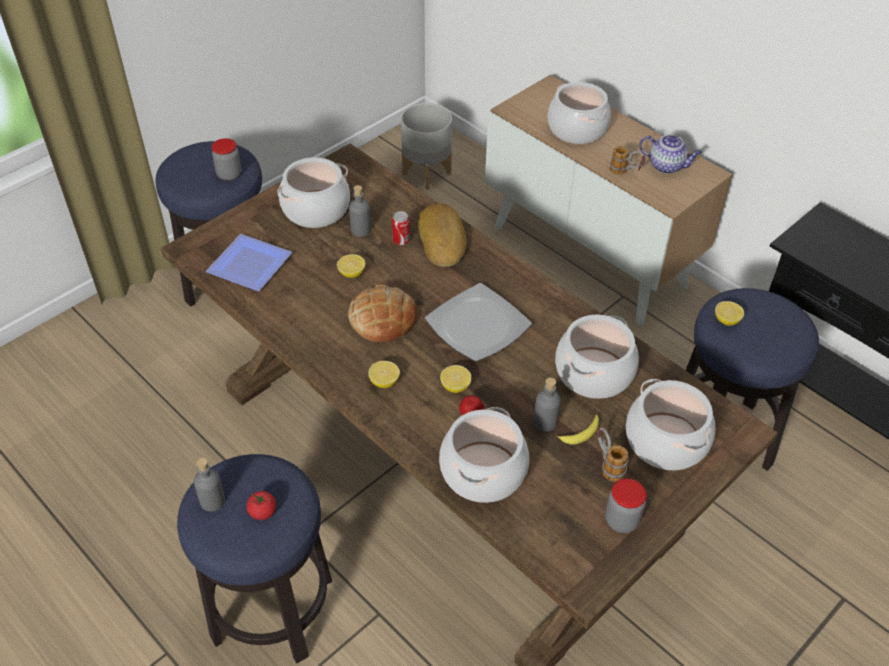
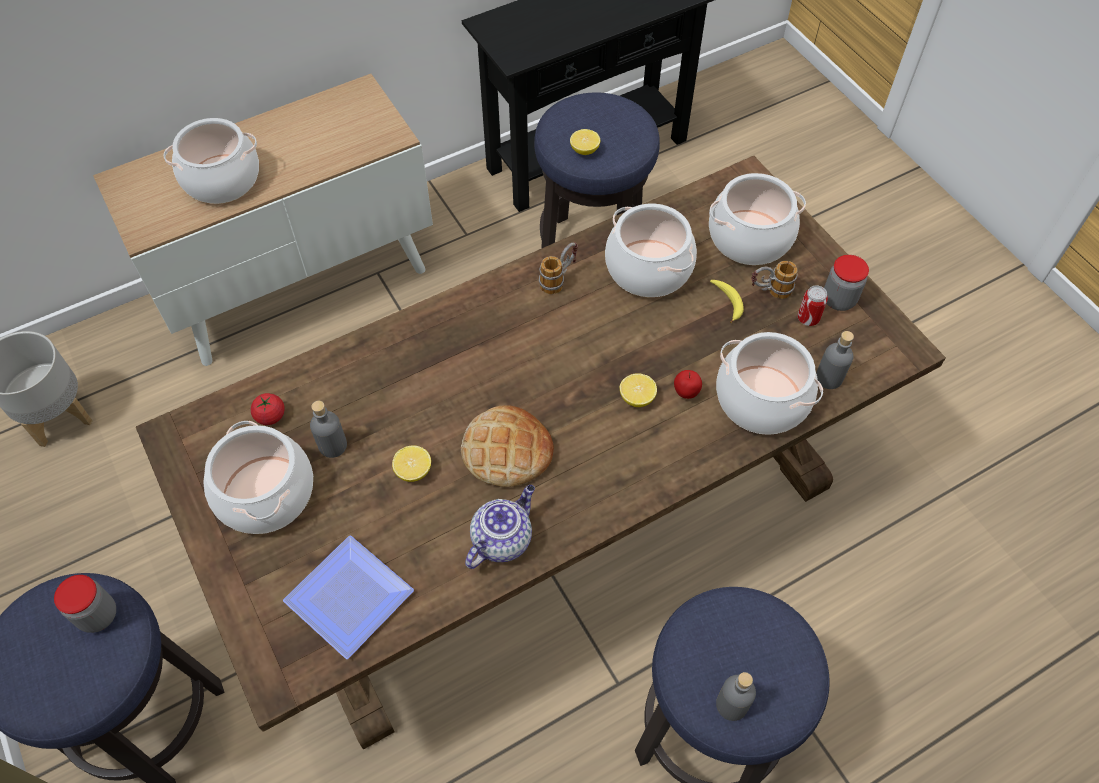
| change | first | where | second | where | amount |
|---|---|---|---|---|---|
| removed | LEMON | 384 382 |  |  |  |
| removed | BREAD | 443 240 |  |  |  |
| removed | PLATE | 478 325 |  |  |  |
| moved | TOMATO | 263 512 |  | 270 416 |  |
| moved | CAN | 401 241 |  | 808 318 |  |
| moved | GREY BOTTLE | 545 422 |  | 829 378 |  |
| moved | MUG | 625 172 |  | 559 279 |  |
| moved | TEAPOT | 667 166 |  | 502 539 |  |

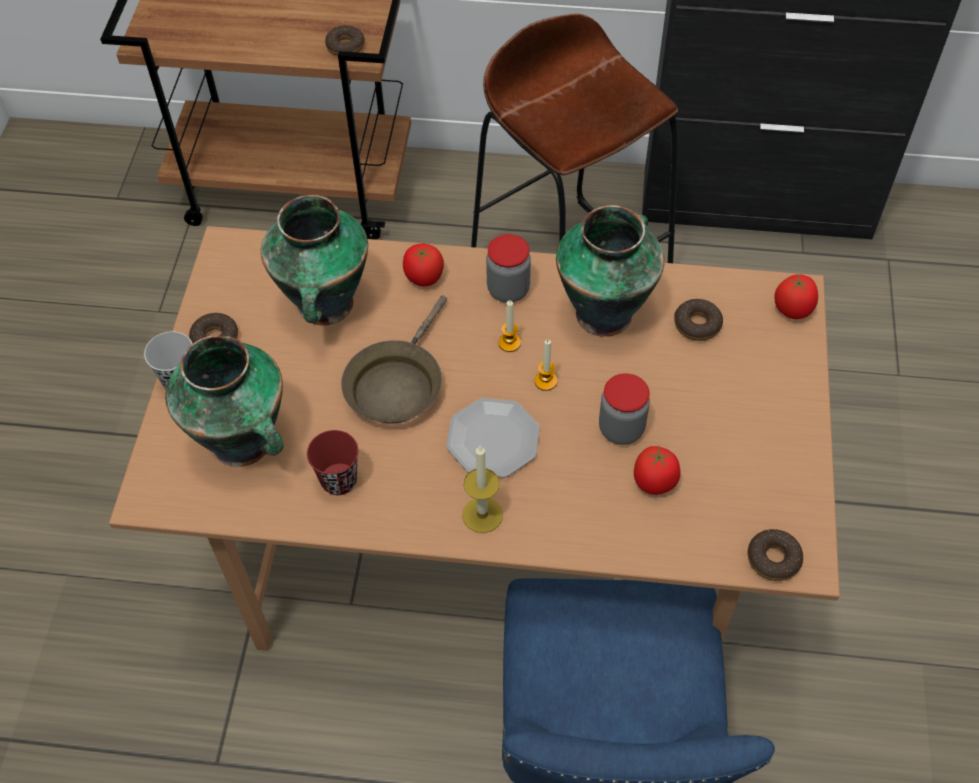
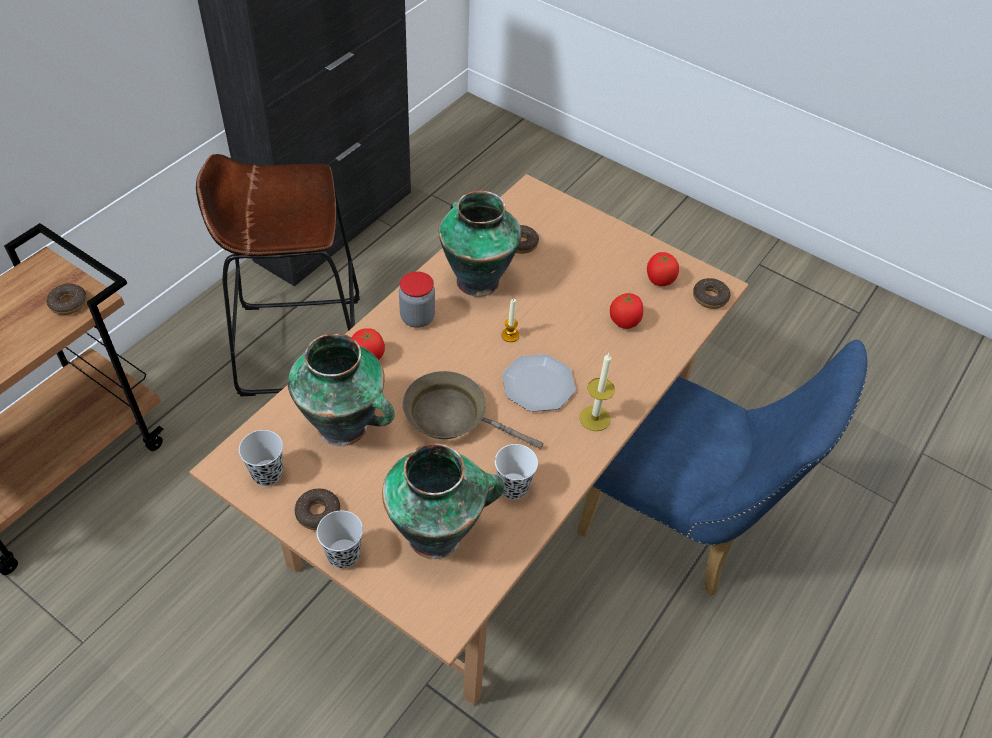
| change | first | where | second | where | amount |
|---|---|---|---|---|---|
| removed | CANDLE | 509 343 |  |  |  |
| removed | JAR | 621 429 |  |  |  |
| added |  |  | BLACK CUP | 267 474 |  |
| moved | TOMATO | 793 309 |  | 659 280 |  |
| recoloured | RED CUP | 339 480 | WHITE CUP | 513 487 |  |
| turned | BROWN FRYING PAN | 396 384 |  | 452 416 | 150 degrees clockwise |

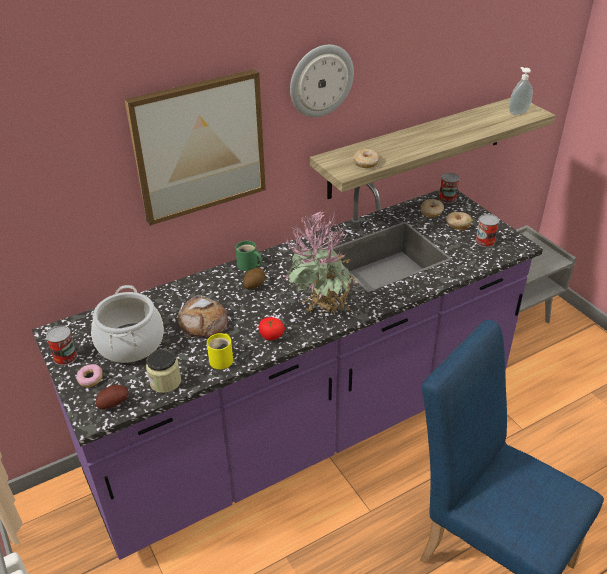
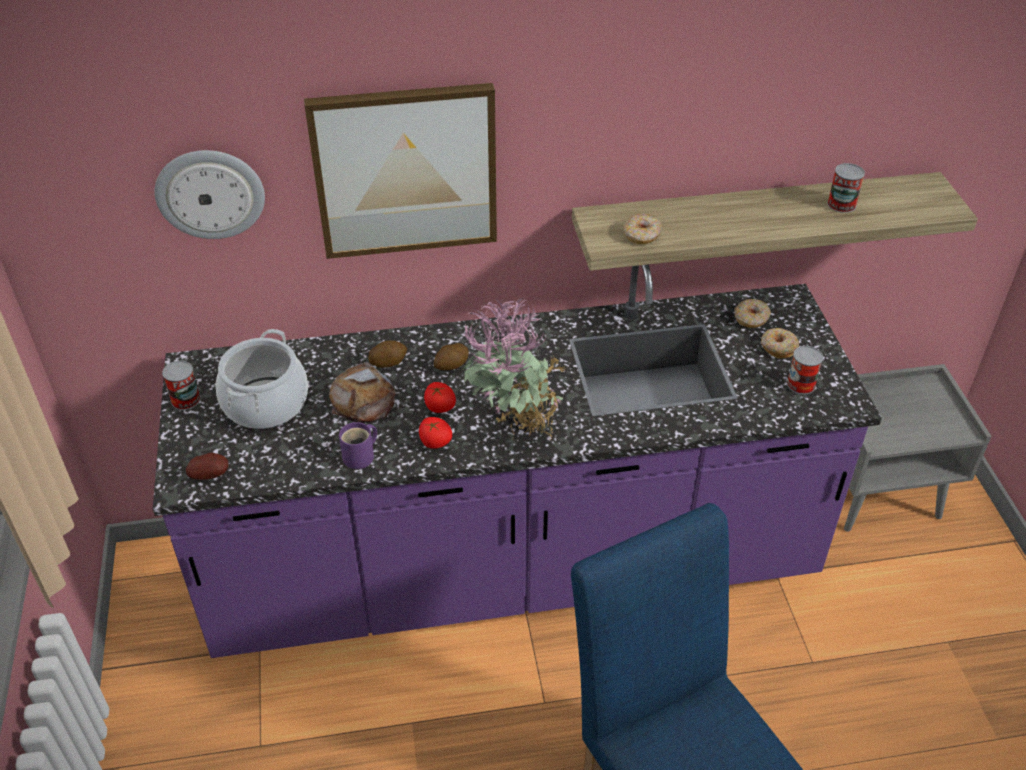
| change | first | where | second | where | amount |
|---|---|---|---|---|---|
| removed | DONUT | 91 379 |  |  |  |
| removed | JAR | 165 382 |  |  |  |
| removed | GREEN MUG | 248 266 |  |  |  |
| removed | SOAP DISPENSER | 517 112 |  |  |  |
| added |  |  | POTATO | 388 362 |  |
| added |  |  | TOMATO | 439 407 |  |
| moved | WALL CLOCK | 320 80 |  | 210 193 |  |
| moved | CAN | 447 198 |  | 841 204 |  |
| recoloured | YELLOW MUG | 223 359 | PURPLE MUG | 361 456 |  |

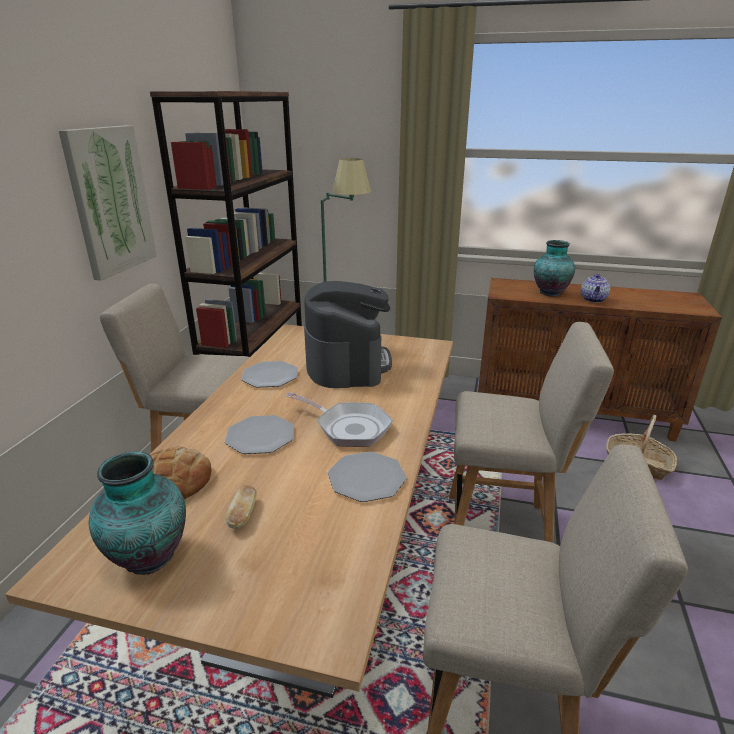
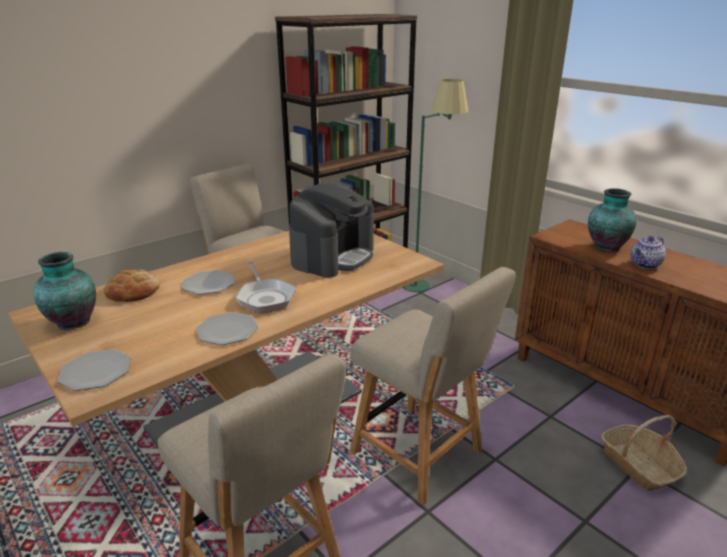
| change | first | where | second | where | amount |
|---|---|---|---|---|---|
| removed | PICTURE | 110 201 |  |  |  |
| removed | BREAD | 243 515 |  |  |  |
| moved | PLATE | 270 376 |  | 95 371 |  |

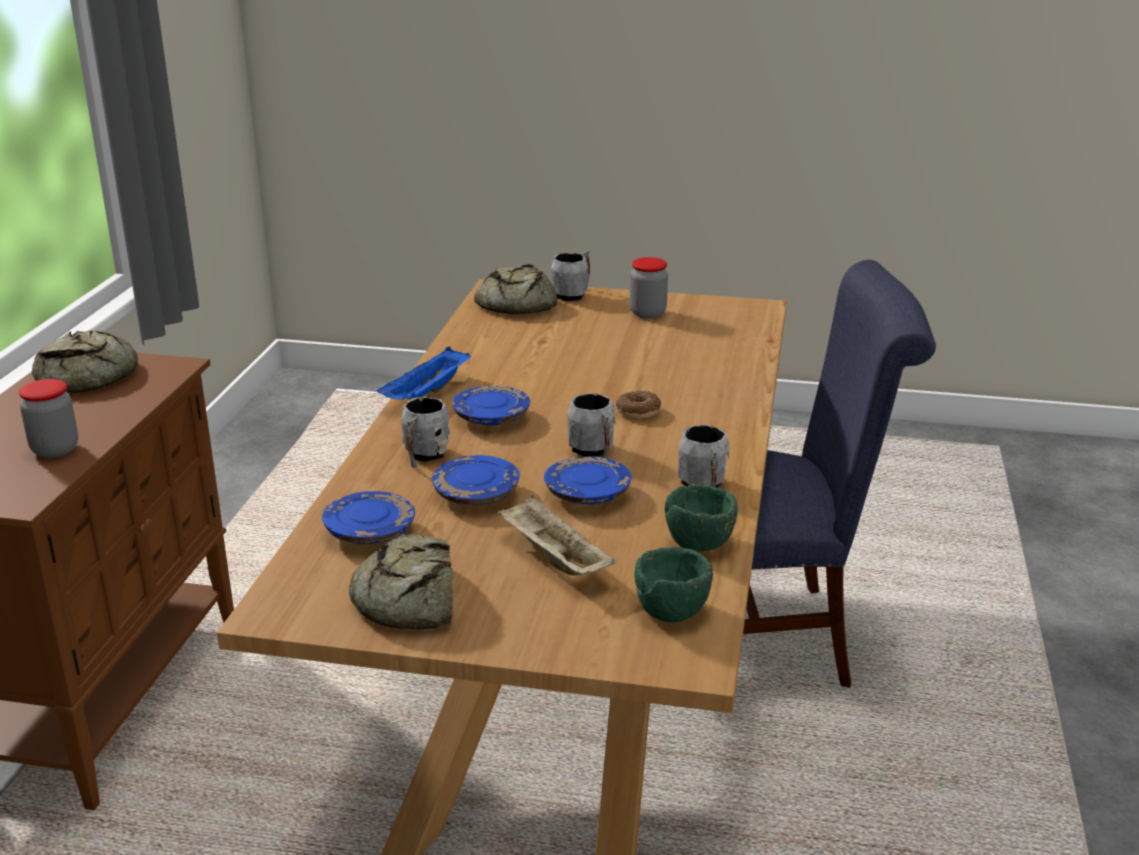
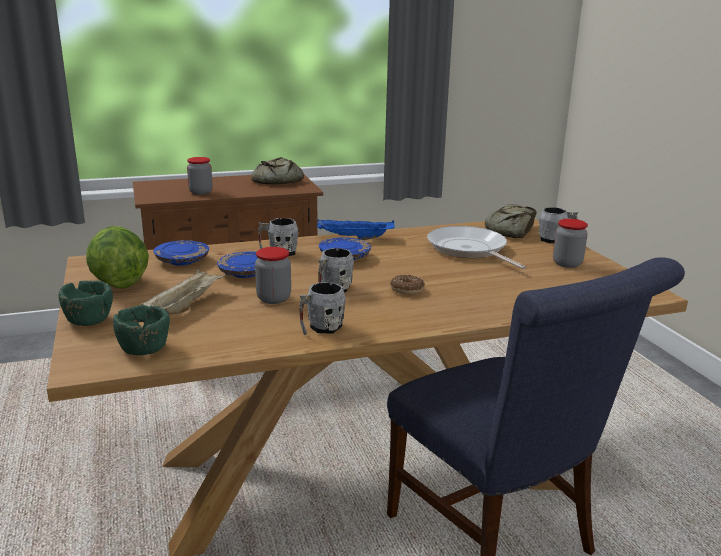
| change | first | where | second | where | amount |
|---|---|---|---|---|---|
| added |  |  | FRYING PAN | 469 250 |  |
| moved | GREEN BOWL | 700 542 |  | 89 321 |  |
| replaced | BREAD | 408 598 | LETTUCE | 118 283 |  |
| replaced | BLUE PLATE | 587 494 | JAR | 274 298 |  |

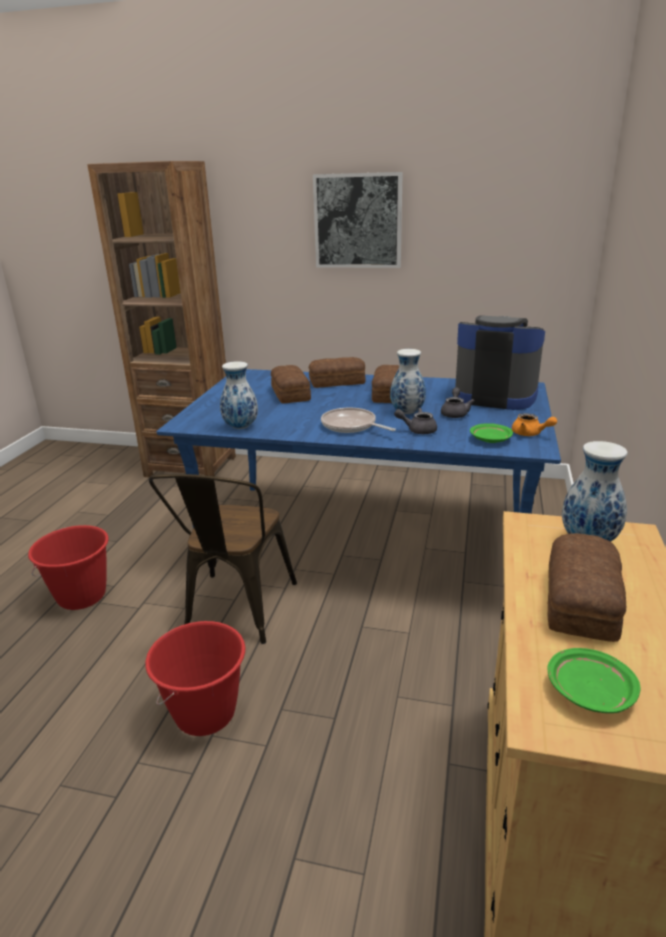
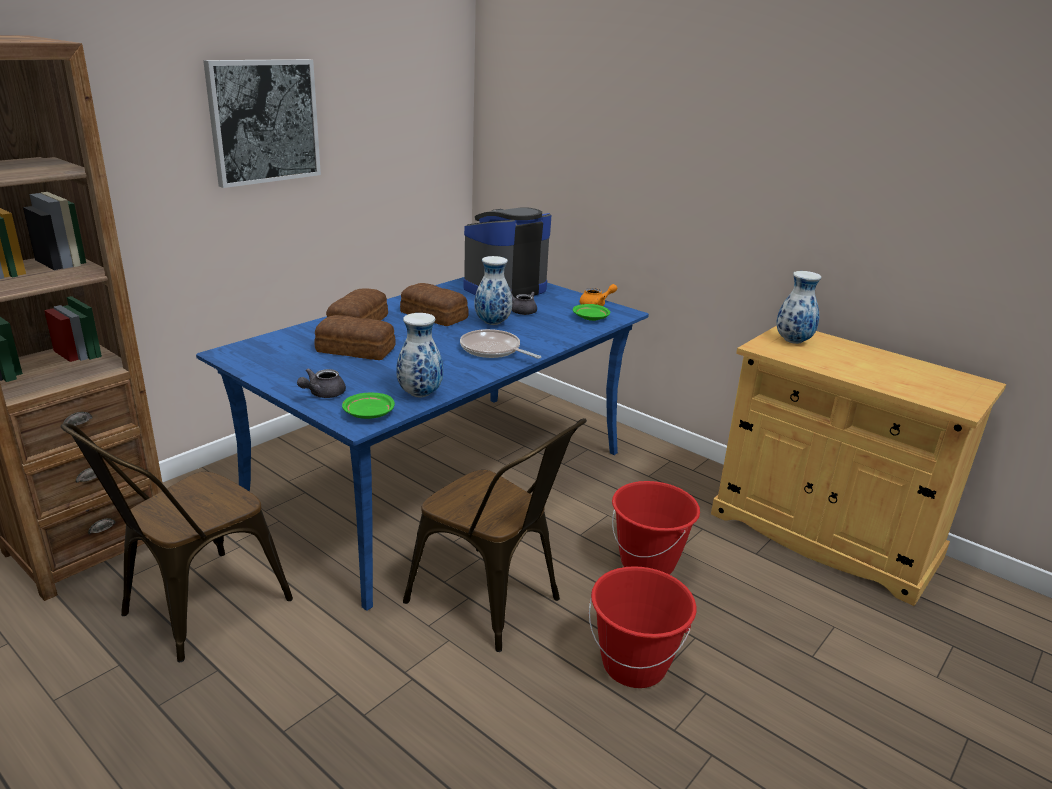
| change | first | where | second | where | amount |
|---|---|---|---|---|---|
| removed | BREAD | 583 600 |  |  |  |
| added |  |  | BROWN CHAIR | 194 611 |  |
| moved | RED BUCKET | 82 596 |  | 647 563 |  |
| moved | GREY TEAPOT | 417 430 |  | 322 394 |  |
| moved | GREEN PLATE | 588 691 |  | 368 414 |  |
| turned | FRYING PAN | 351 426 |  | 493 350 | 60 degrees clockwise |

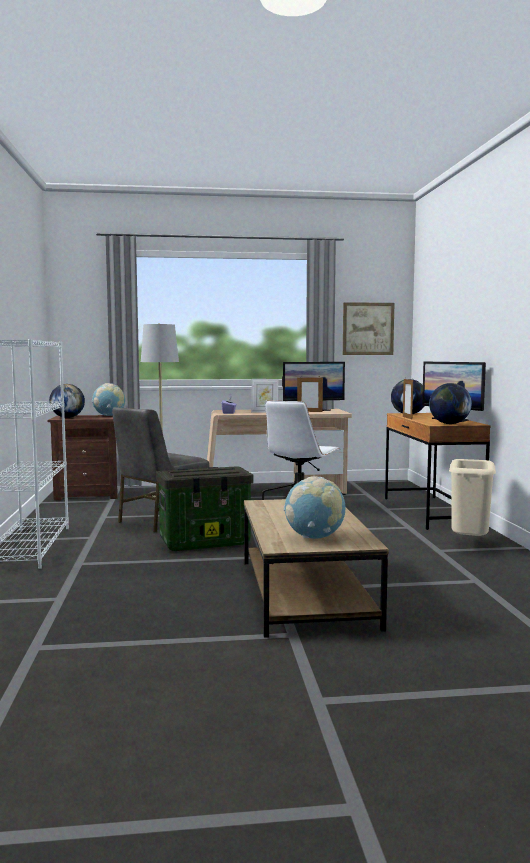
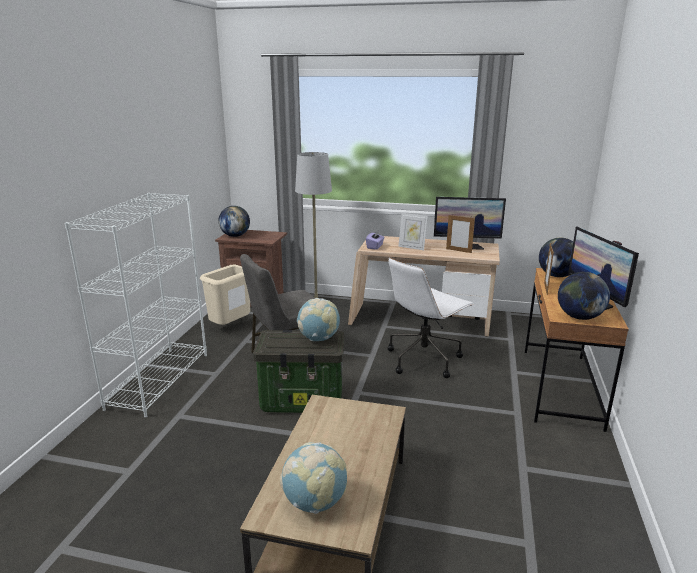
| change | first | where | second | where | amount |
|---|---|---|---|---|---|
| removed | PICTURE | 368 329 |  |  |  |
| moved | GLOBE | 109 416 |  | 318 339 |  |
| moved | BEIGE TRASH CAN | 470 544 |  | 230 327 |  |

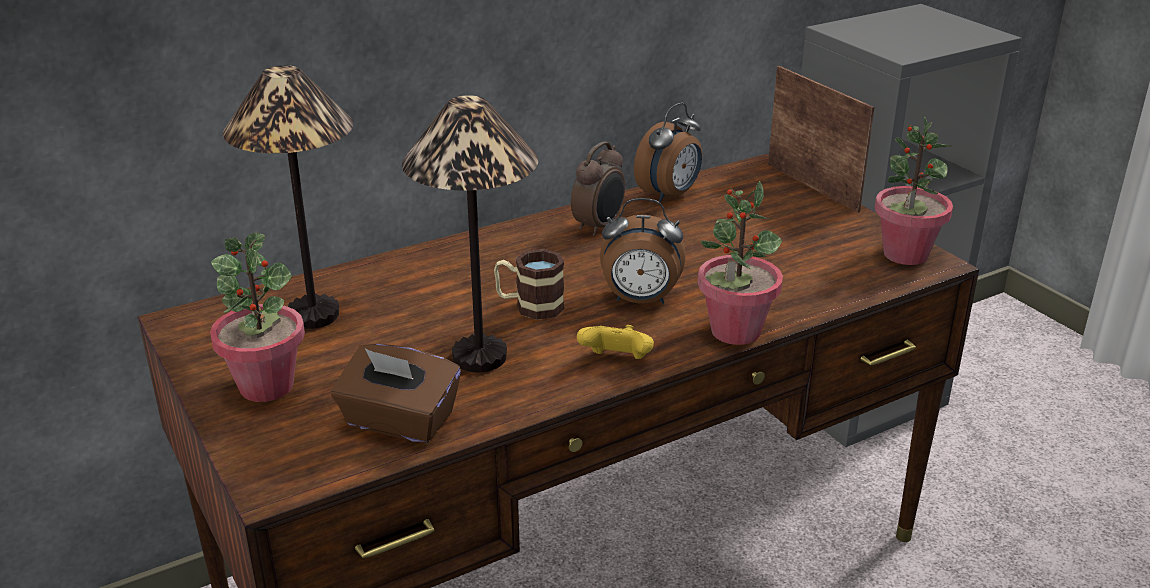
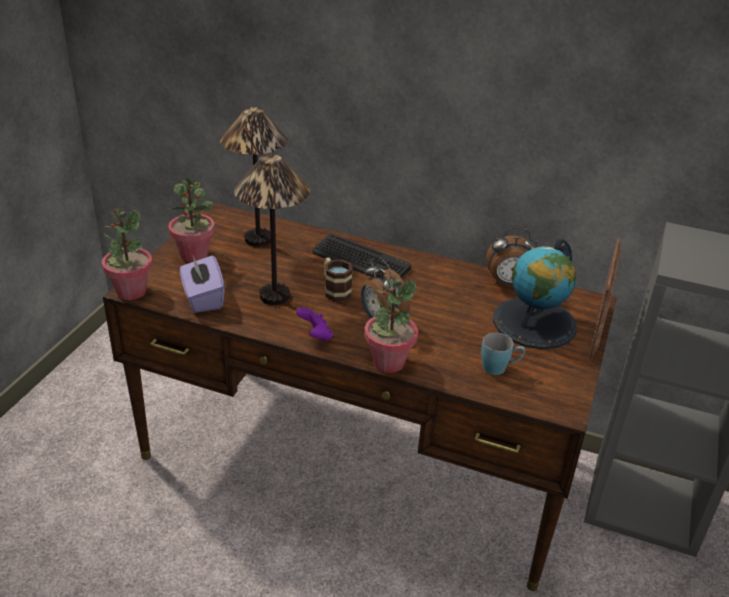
| change | first | where | second | where | amount |
|---|---|---|---|---|---|
| removed | ALARM CLOCK | 599 227 |  |  |  |
| added |  |  | KEYBOARD | 360 260 |  |
| added |  |  | BLUE MUG | 499 368 |  |
| added |  |  | GLOBE | 534 323 |  |
| moved | POTTED PLANT | 905 254 |  | 131 291 |  |
| recoloured | BROWN TISSUE BOX | 399 421 | PURPLE TISSUE BOX | 203 298 |  |
| recoloured | YELLOW GAME CONTROLLER | 616 361 | PURPLE GAME CONTROLLER | 315 336 |  |

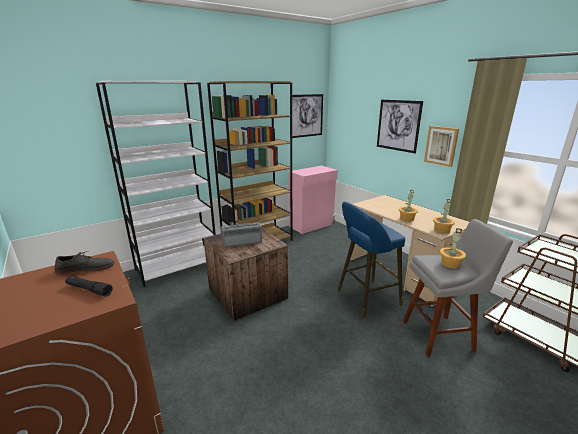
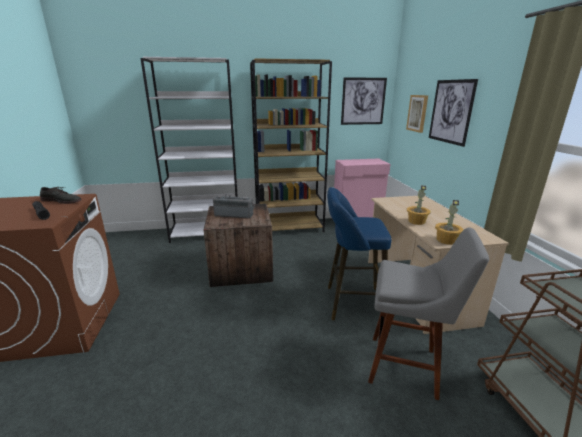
| change | first | where | second | where | amount |
|---|---|---|---|---|---|
| removed | POTTED PLANT | 450 264 |  |  |  |
| moved | PICTURE | 441 145 |  | 417 113 |  |

